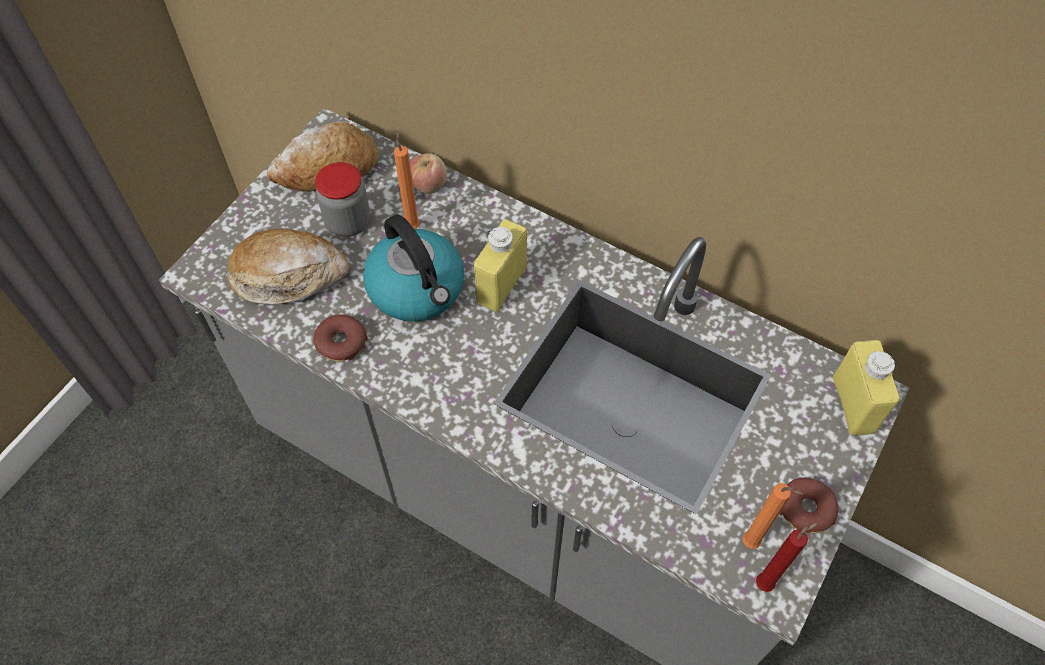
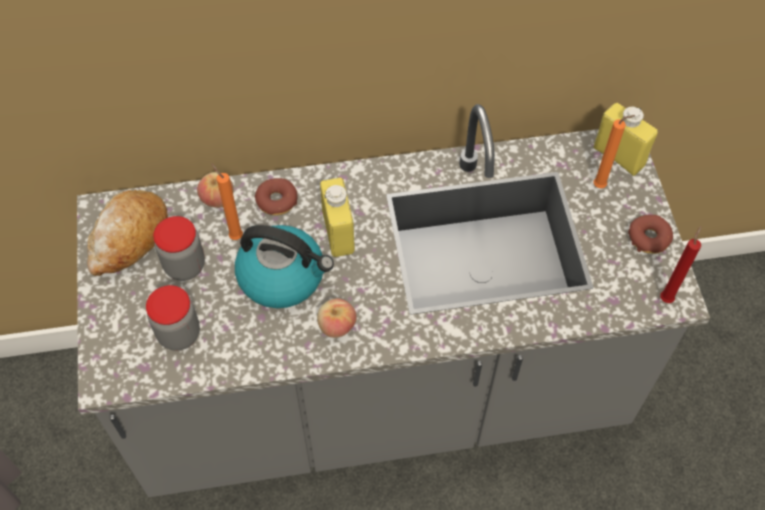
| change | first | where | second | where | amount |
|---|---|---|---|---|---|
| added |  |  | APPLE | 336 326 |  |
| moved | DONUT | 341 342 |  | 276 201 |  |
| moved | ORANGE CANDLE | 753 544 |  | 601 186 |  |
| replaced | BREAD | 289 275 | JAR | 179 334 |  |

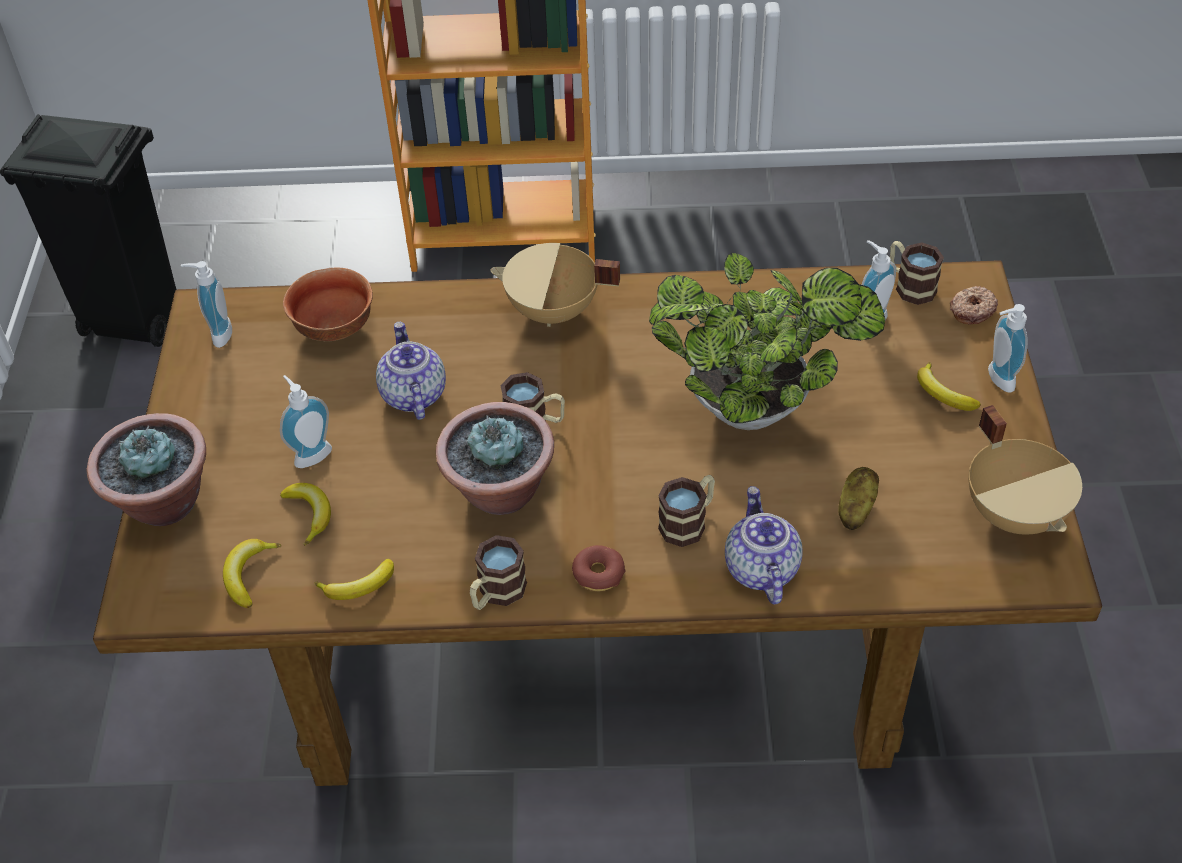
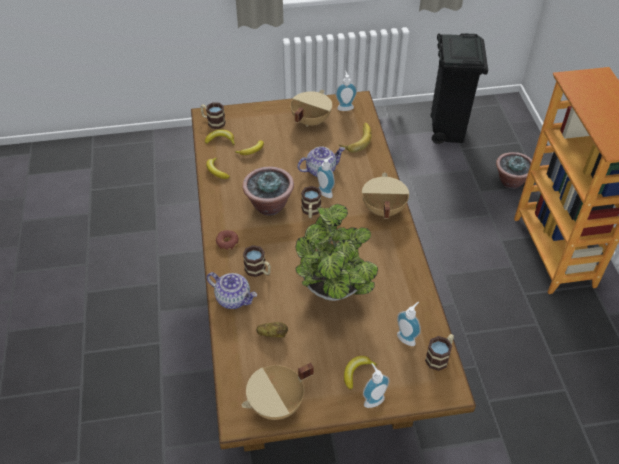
| change | first | where | second | where | amount |
|---|---|---|---|---|---|
| removed | DONUT | 971 310 |  |  |  |
| added |  |  | BEIGE COOKING POT | 310 121 |  |
| moved | POTTED PLANT | 163 503 |  | 510 181 |  |
| moved | SOAP DISPENSER | 310 453 |  | 326 192 |  |
| moved | MUG | 496 594 |  | 213 122 |  |
| replaced | BOWL | 332 328 | BANANA | 356 139 |  |
| turned | TEAPOT | 760 568 |  | 234 298 | 45 degrees clockwise |

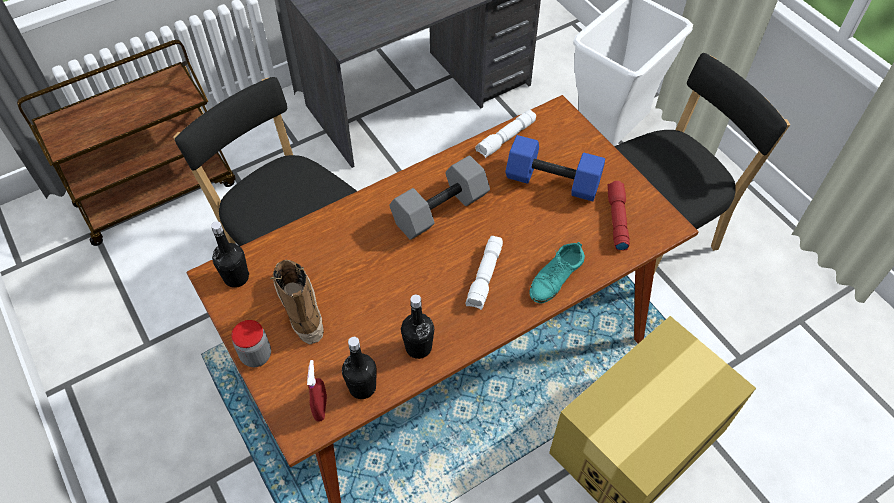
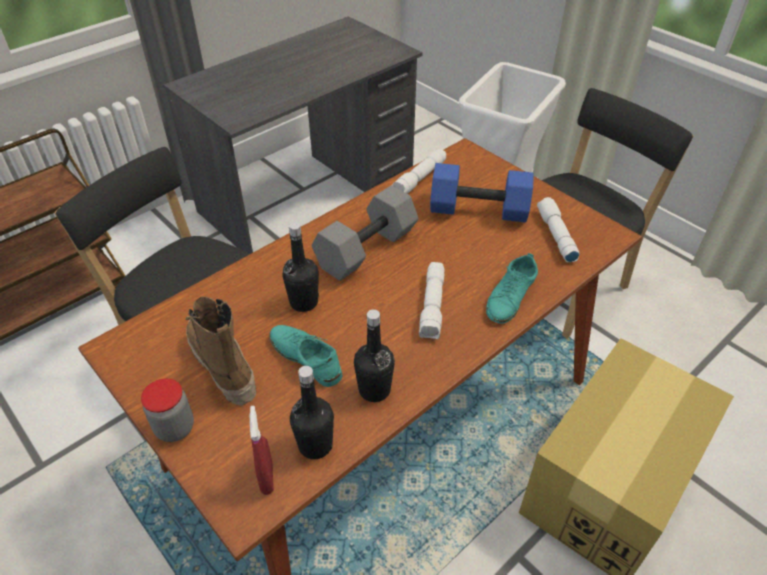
| change | first | where | second | where | amount |
|---|---|---|---|---|---|
| added |  |  | TURQUOISE SHOE | 306 357 |  |
| moved | BLACK BOTTLE | 236 277 |  | 304 302 |  |
| recoloured | RED FLASHLIGHT | 616 219 | WHITE FLASHLIGHT | 555 235 |  |

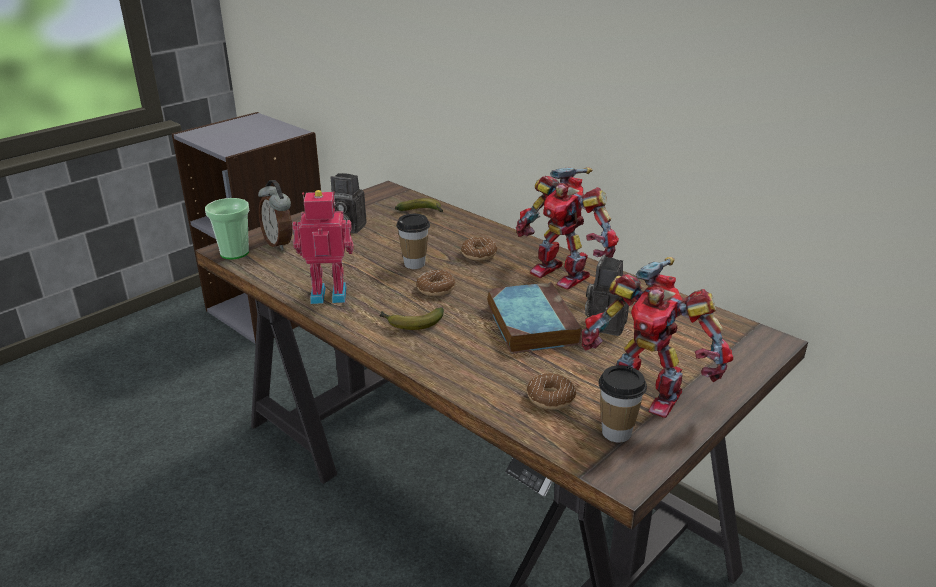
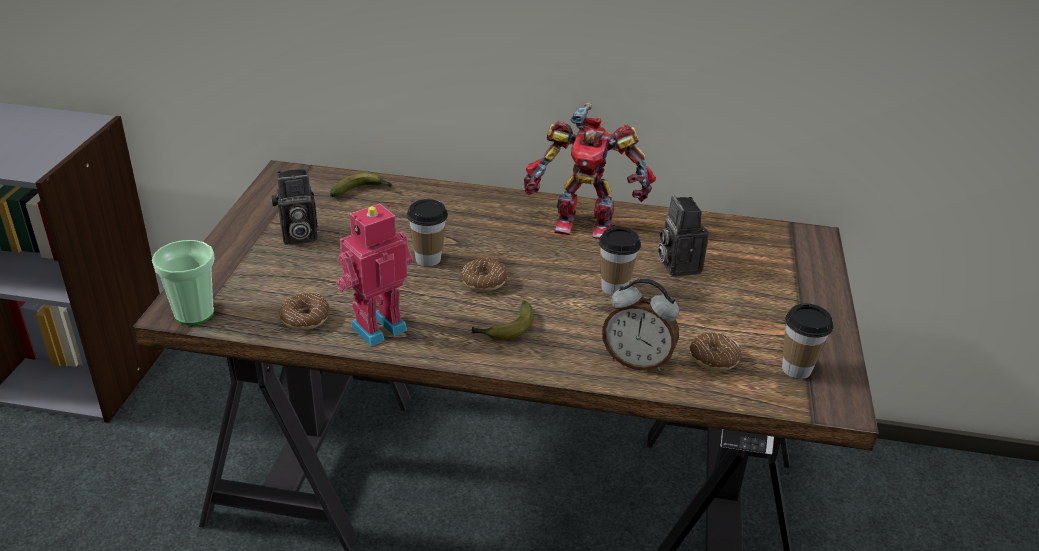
| change | first | where | second | where | amount |
|---|---|---|---|---|---|
| removed | TOY ROBOT | 646 392 |  |  |  |
| moved | ALARM CLOCK | 279 243 |  | 637 361 |  |
| moved | DONUT | 479 254 |  | 305 318 |  |
| replaced | BOOK | 530 323 | CUP | 614 288 |  |

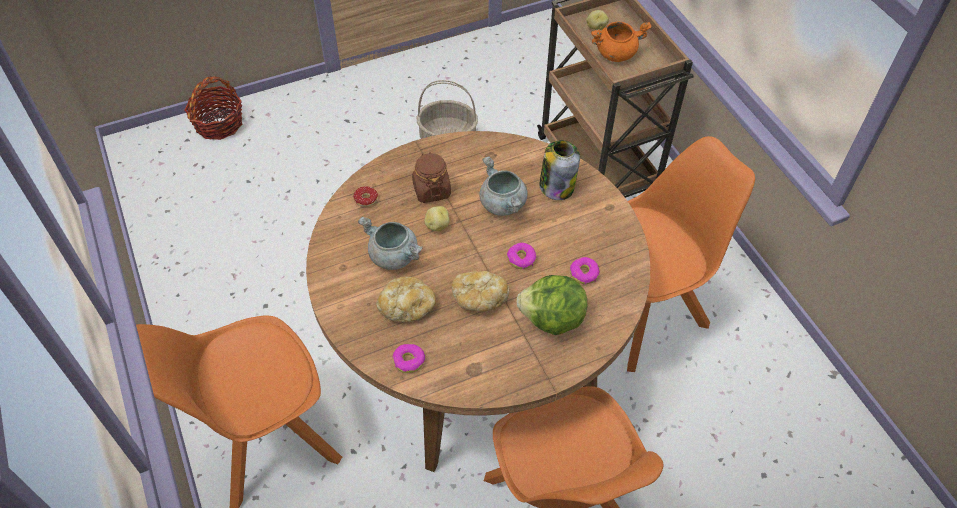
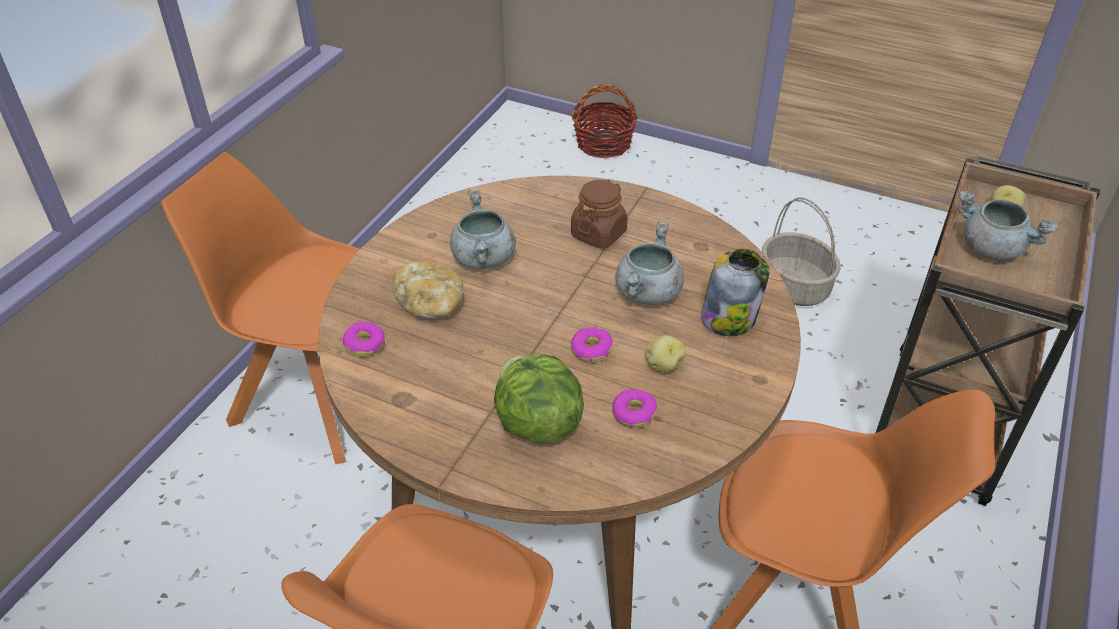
| change | first | where | second | where | amount |
|---|---|---|---|---|---|
| removed | DONUT | 365 203 |  |  |  |
| removed | BREAD | 479 298 |  |  |  |
| moved | POTATO | 437 225 |  | 663 365 |  |
| recoloured | ORANGE COOKING POT | 616 53 | GREY COOKING POT | 992 248 |  |

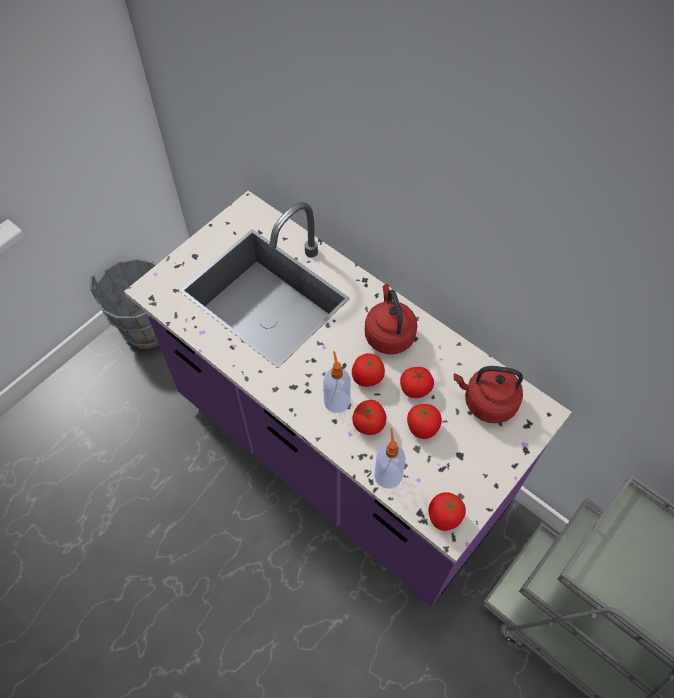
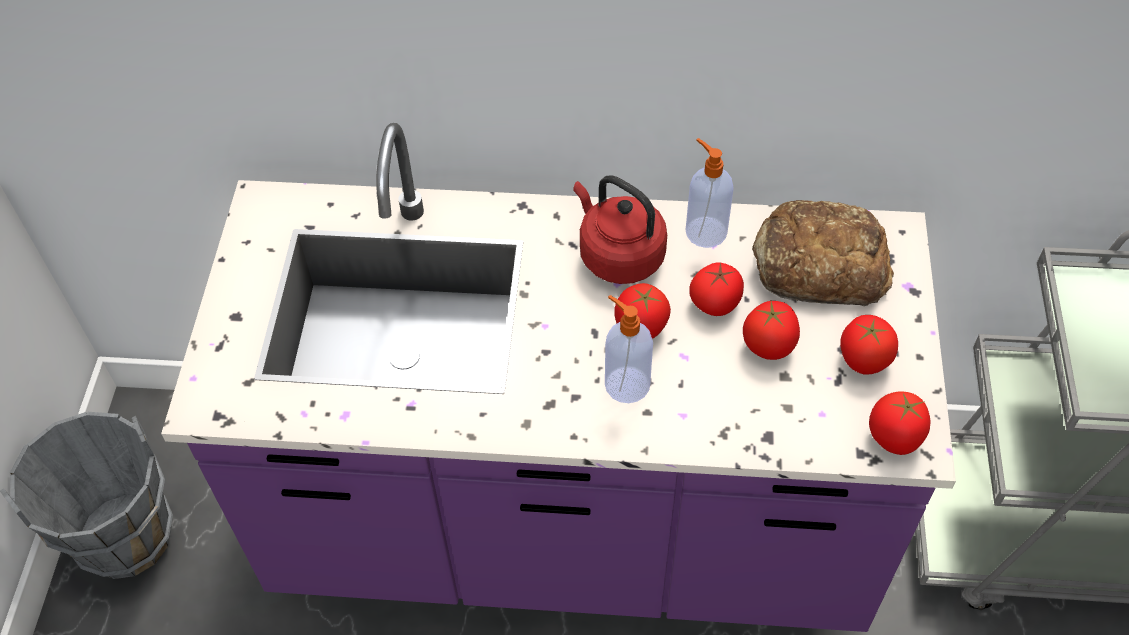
| change | first | where | second | where | amount |
|---|---|---|---|---|---|
| moved | TOMATO | 368 424 |  | 863 360 |  |
| moved | SOAP DISPENSER | 388 474 |  | 705 231 |  |
| replaced | RED KETTLE | 486 402 | BREAD | 818 263 |  |

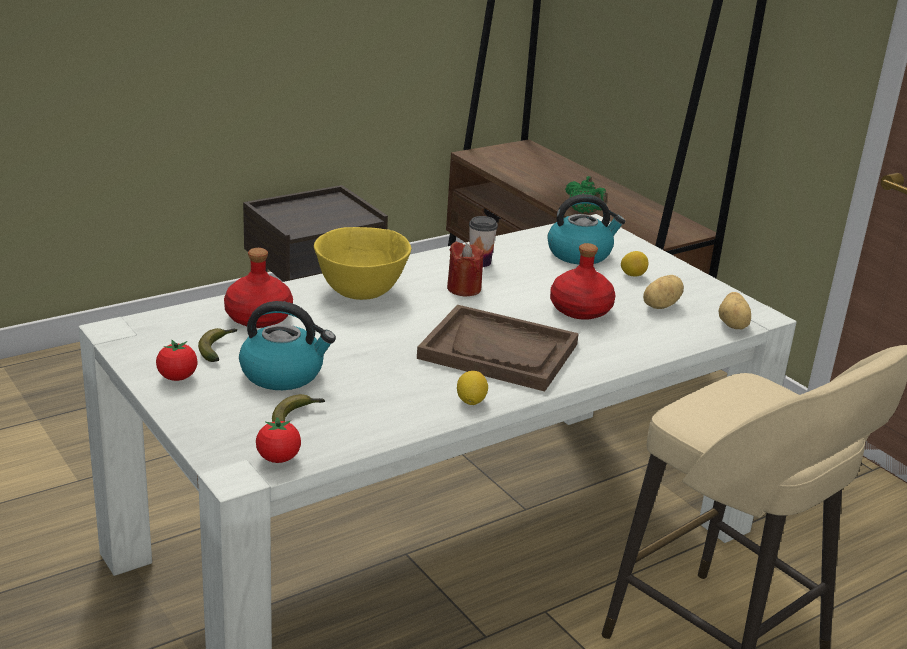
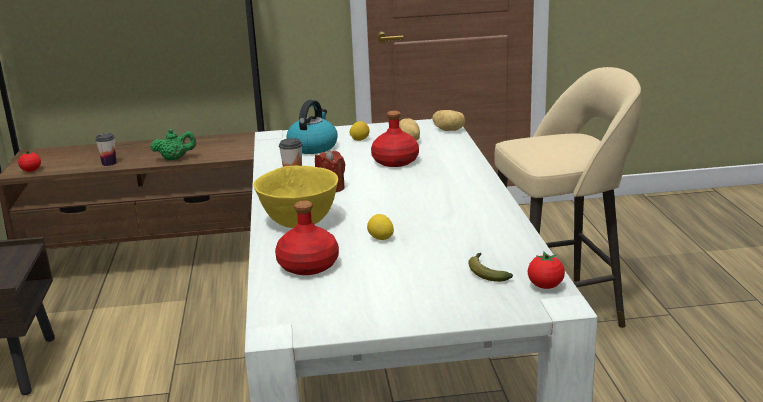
| change | first | where | second | where | amount |
|---|---|---|---|---|---|
| removed | BANANA | 218 349 |  |  |  |
| removed | KETTLE | 283 374 |  |  |  |
| removed | BROWN TRAY | 499 351 |  |  |  |
| added |  |  | CUP | 109 163 |  |
| moved | TOMATO | 177 377 |  | 31 170 |  |
| moved | LEMON | 471 401 |  | 380 238 |  |

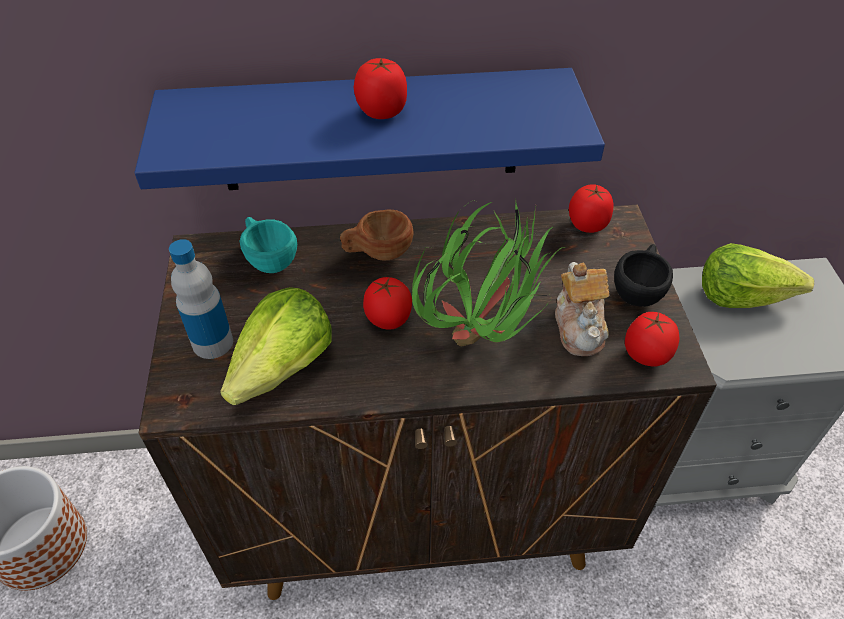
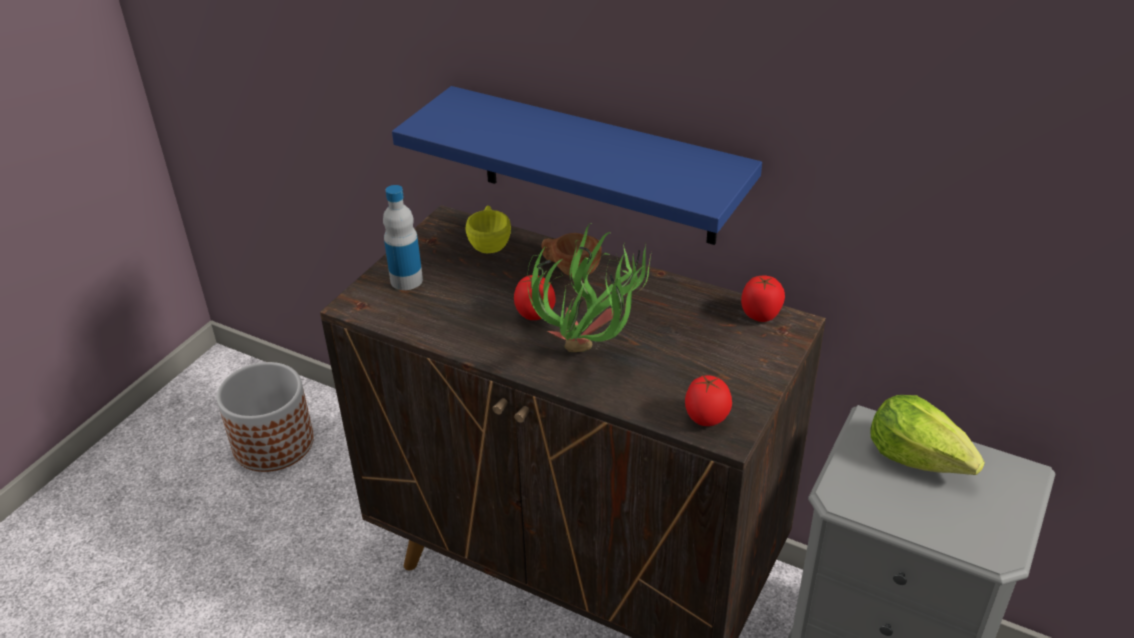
| change | first | where | second | where | amount |
|---|---|---|---|---|---|
| removed | LETTUCE | 284 368 |  |  |  |
| removed | TOMATO | 382 112 |  |  |  |
| removed | TEAPOT | 580 326 |  |  |  |
| removed | BLACK CUP | 638 290 |  |  |  |
| recoloured | TURQUOISE CUP | 268 259 | YELLOW CUP | 489 244 |  |

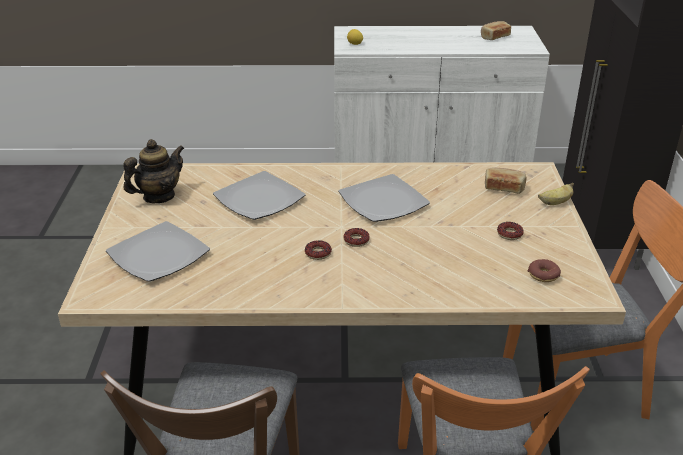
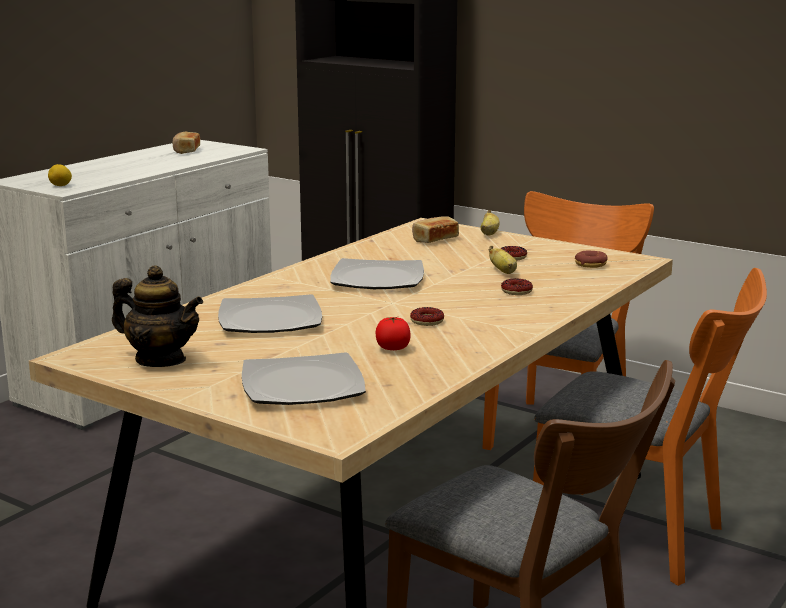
| change | first | where | second | where | amount |
|---|---|---|---|---|---|
| added |  |  | TOMATO | 392 348 |  |
| added |  |  | BANANA | 503 272 |  |
| moved | DONUT | 356 240 |  | 516 291 |  |
| turned | TEAPOT | 158 196 |  | 160 360 | 120 degrees clockwise |

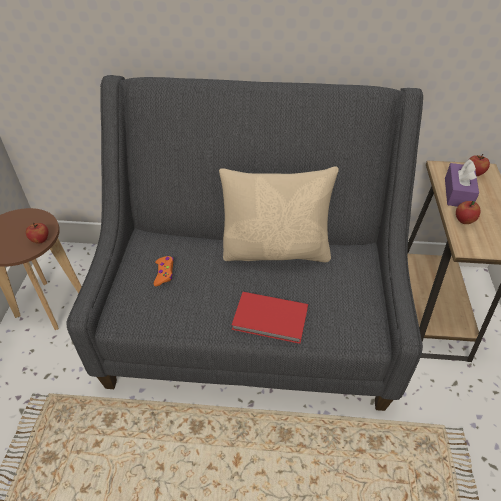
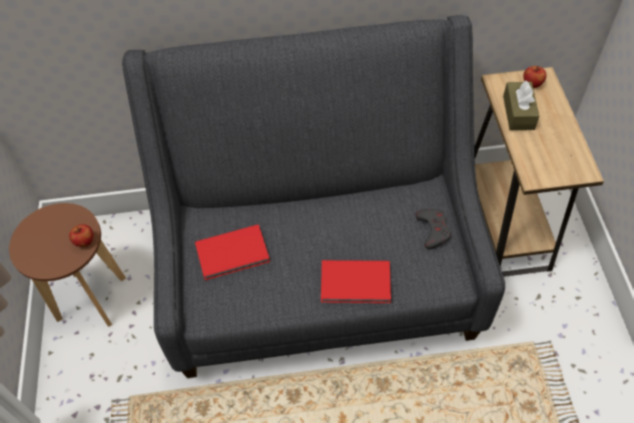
| change | first | where | second | where | amount |
|---|---|---|---|---|---|
| removed | BEIGE PILLOW | 276 250 |  |  |  |
| removed | APPLE | 464 221 |  |  |  |
| added |  |  | GREY GAME CONTROLLER | 433 230 |  |
| replaced | ORANGE GAME CONTROLLER | 164 273 | RED BOOK | 234 254 |  |
| recoloured | PURPLE TISSUE BOX | 458 193 | BROWN TISSUE BOX | 518 112 |  |

